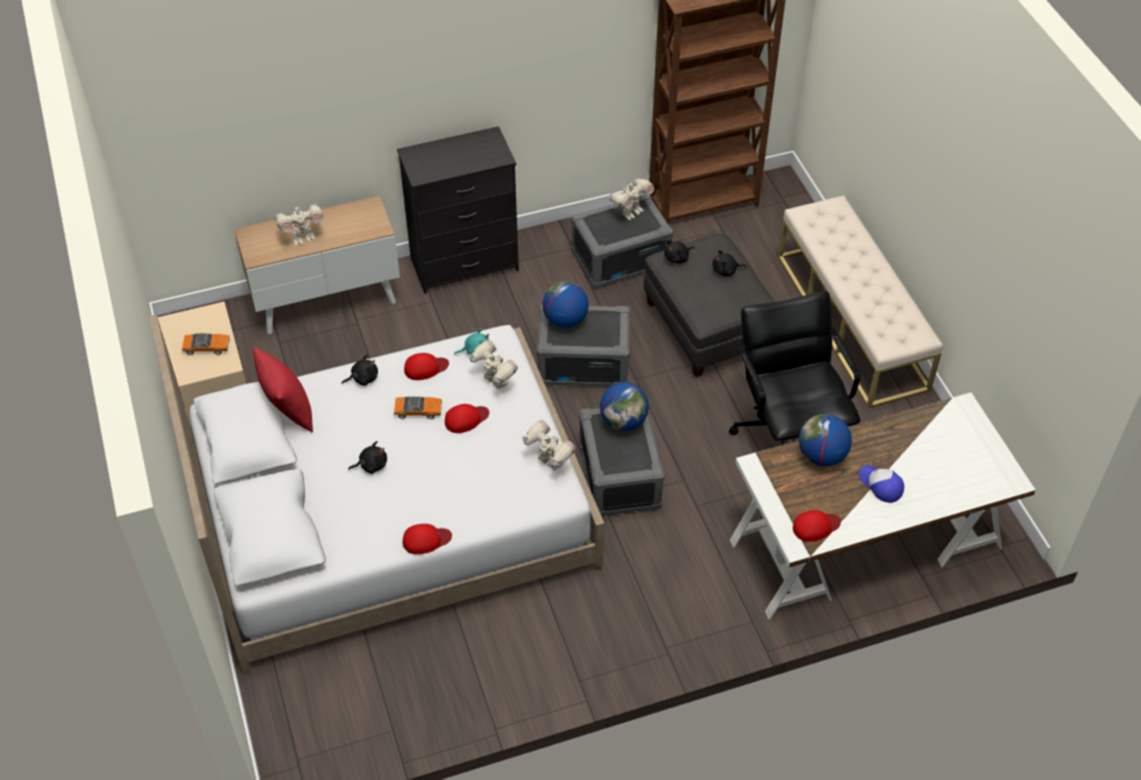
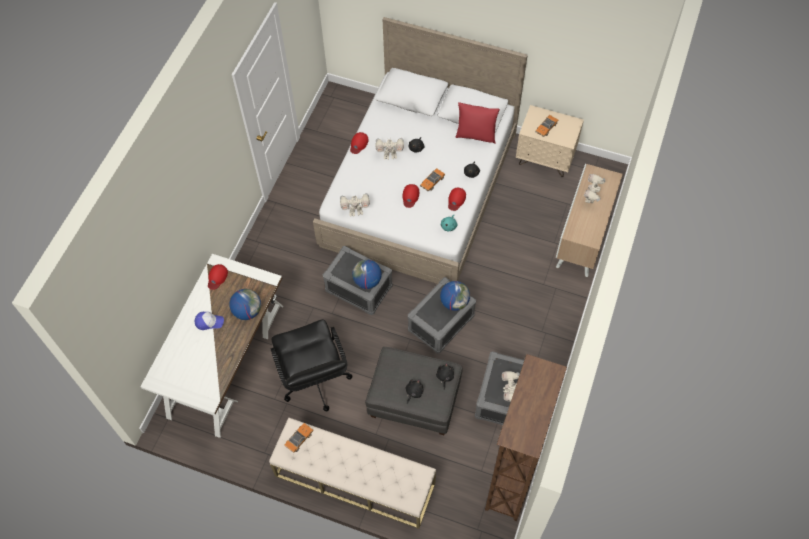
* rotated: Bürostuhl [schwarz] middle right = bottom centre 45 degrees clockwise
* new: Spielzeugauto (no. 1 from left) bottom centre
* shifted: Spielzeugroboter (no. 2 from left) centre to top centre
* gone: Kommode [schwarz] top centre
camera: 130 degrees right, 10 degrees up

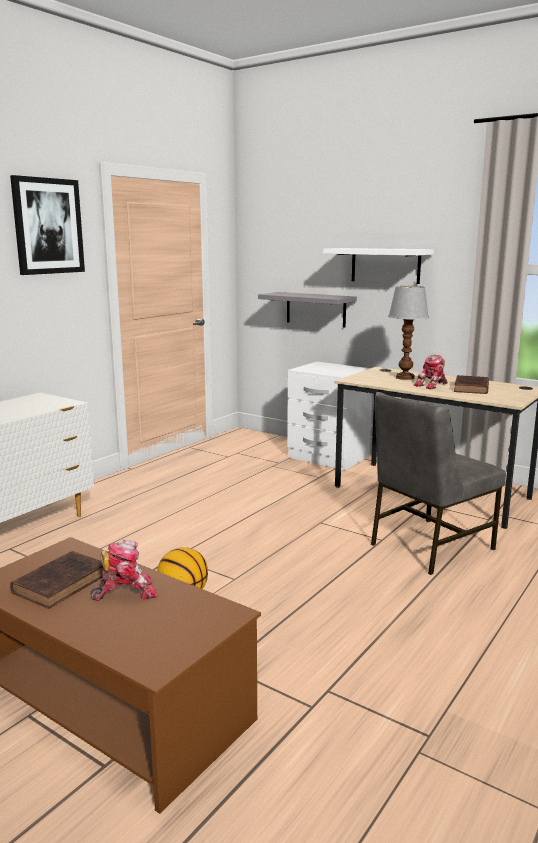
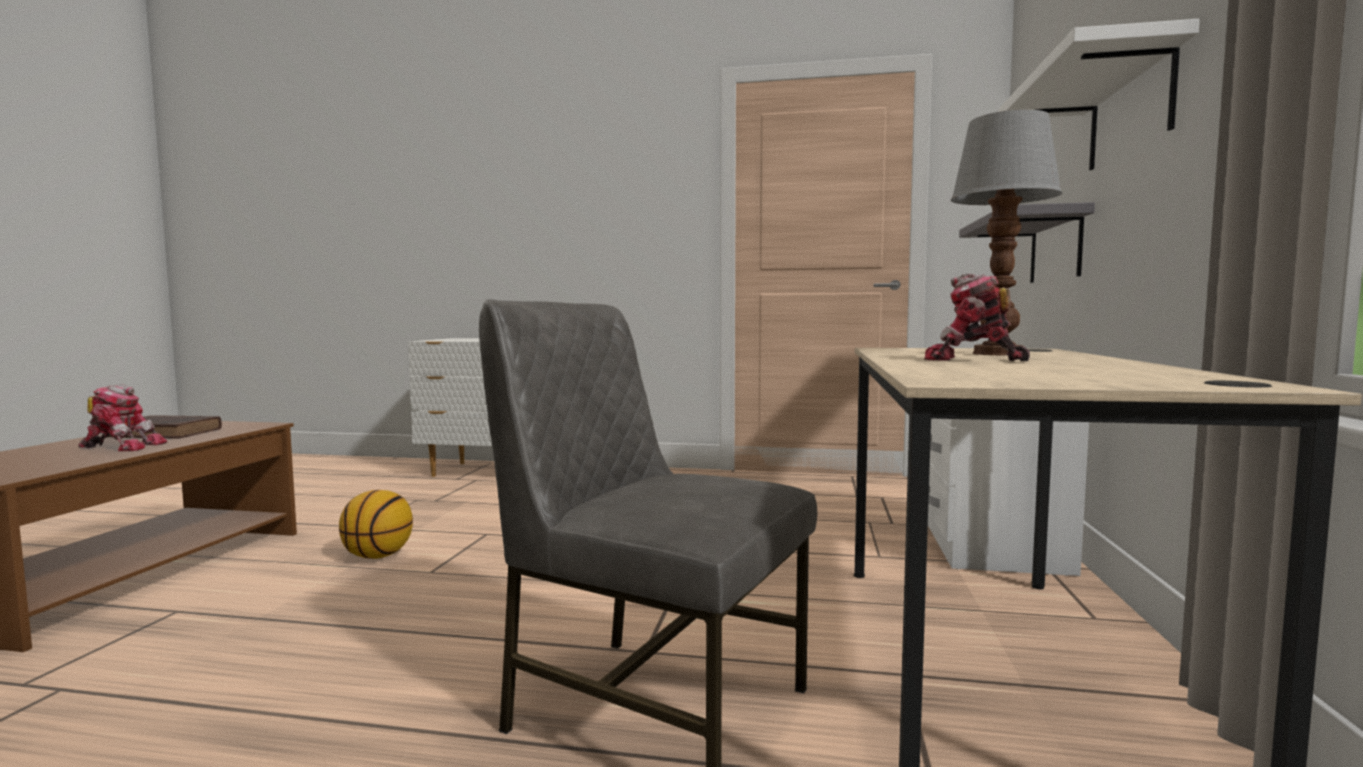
* rotated: Spielzeugroboter (no. 1 from left) bottom left = middle left 45 degrees counterclockwise
* gone: Bild top left
* gone: Buch [braun] (no. 2 from left) middle right
camera: 65 degrees right, 10 degrees down

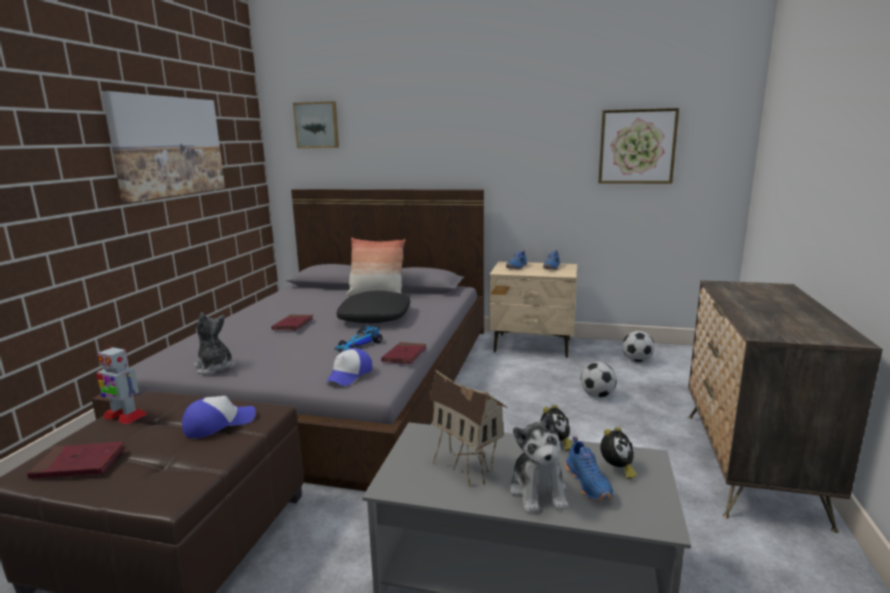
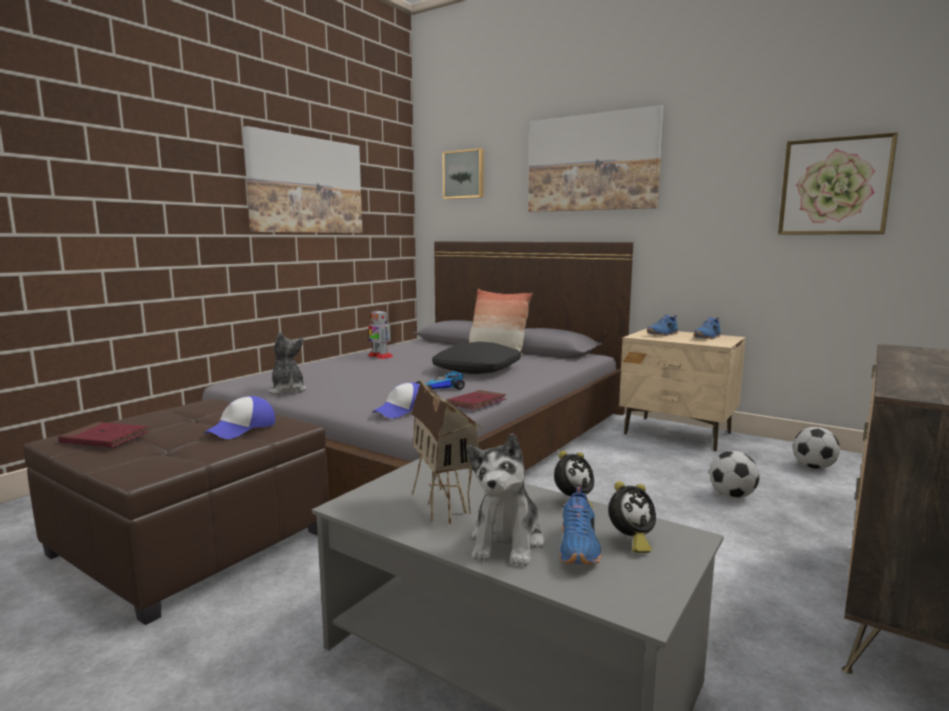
* rotated: Kappe (no. 1 from left) bottom left = middle left 135 degrees clockwise
* shifted: Spielzeugroboter middle left to centre
* new: Bild (no. 3 from left) top centre
* gone: Buch [rot] (no. 2 from left) middle left
camera: 20 degrees right, 5 degrees down

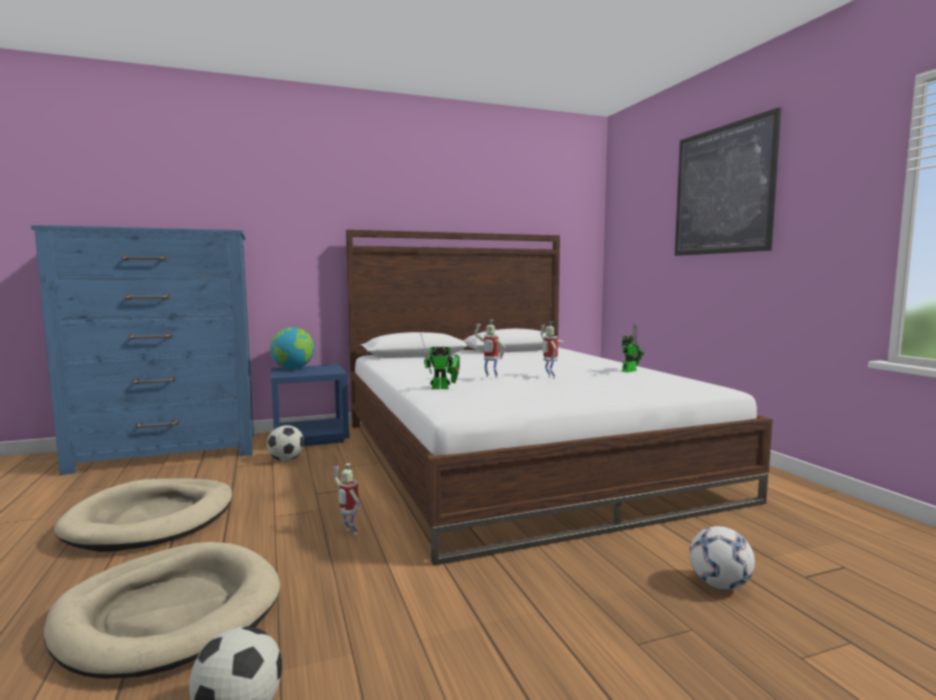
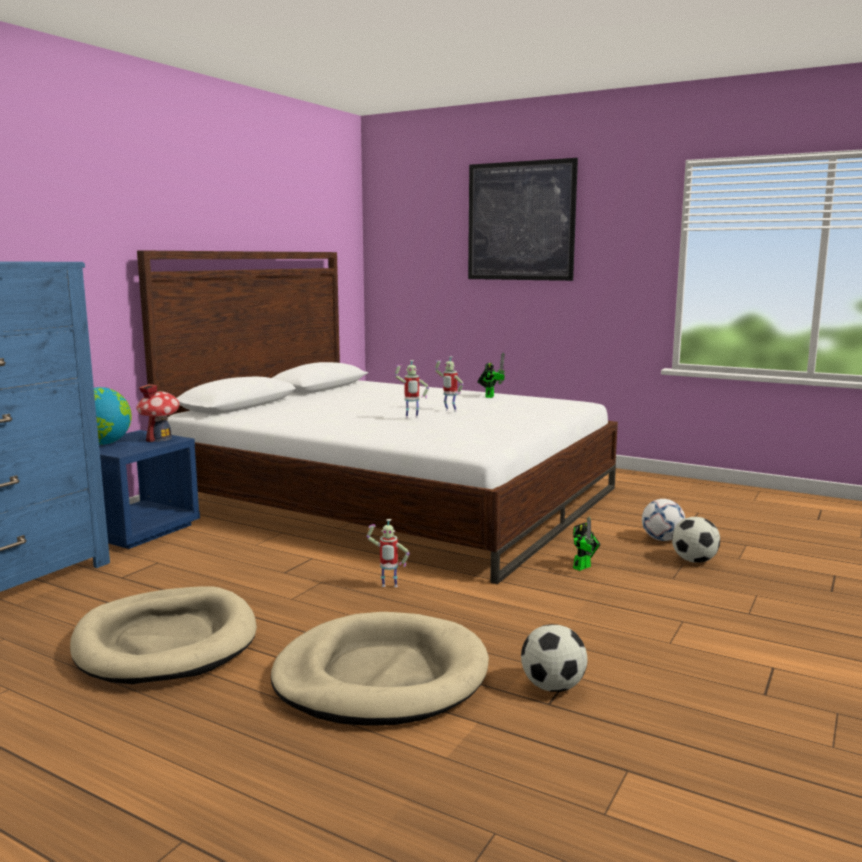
* new: Spielzeughaus middle left
* shifted: Spielzeugroboter (no. 2 from left in the first image) centre to Spielzeugroboter (no. 5 from left) middle right
* shifted: Fußball (no. 2 from left in the first image) middle left to Fußball (no. 3 from left) middle right
camera: 40 degrees left, 5 degrees up

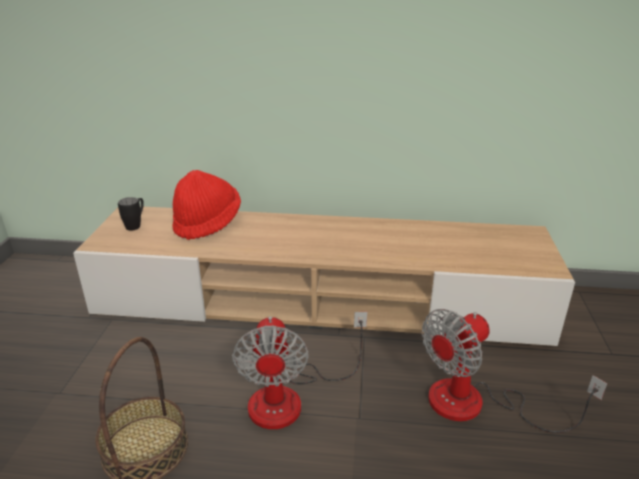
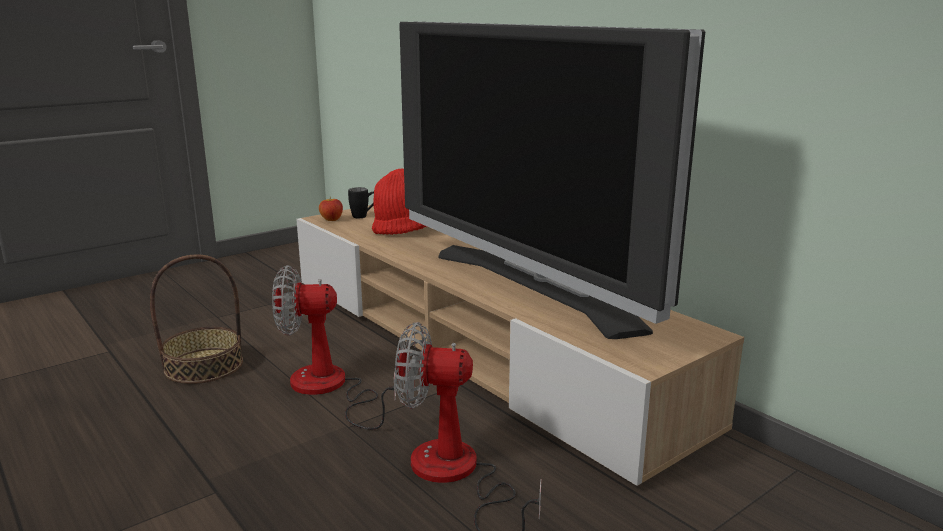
* rotated: Ventilator (no. 1 from left) bottom centre = centre 45 degrees clockwise
* new: Apfel centre
* new: Fernseher centre
camera: 45 degrees right, 10 degrees down

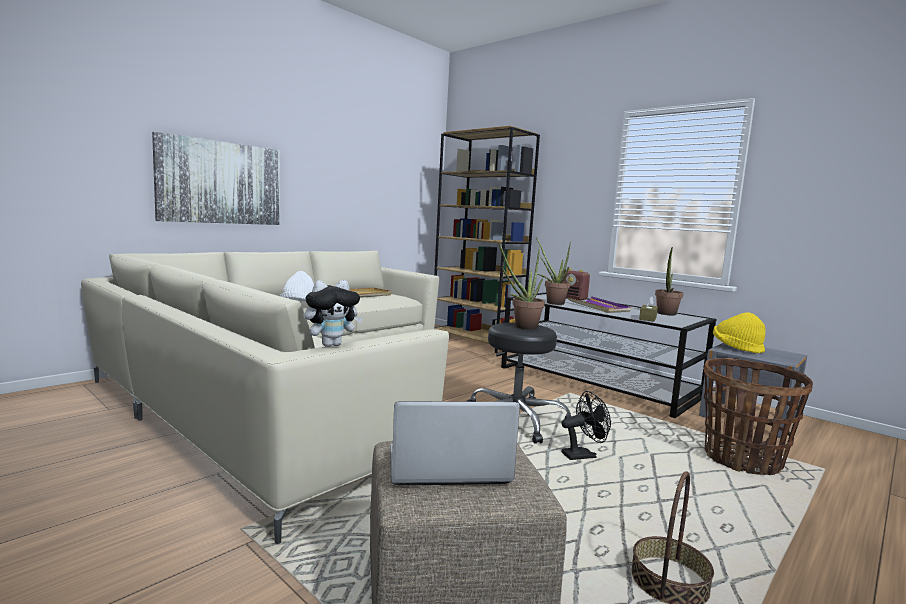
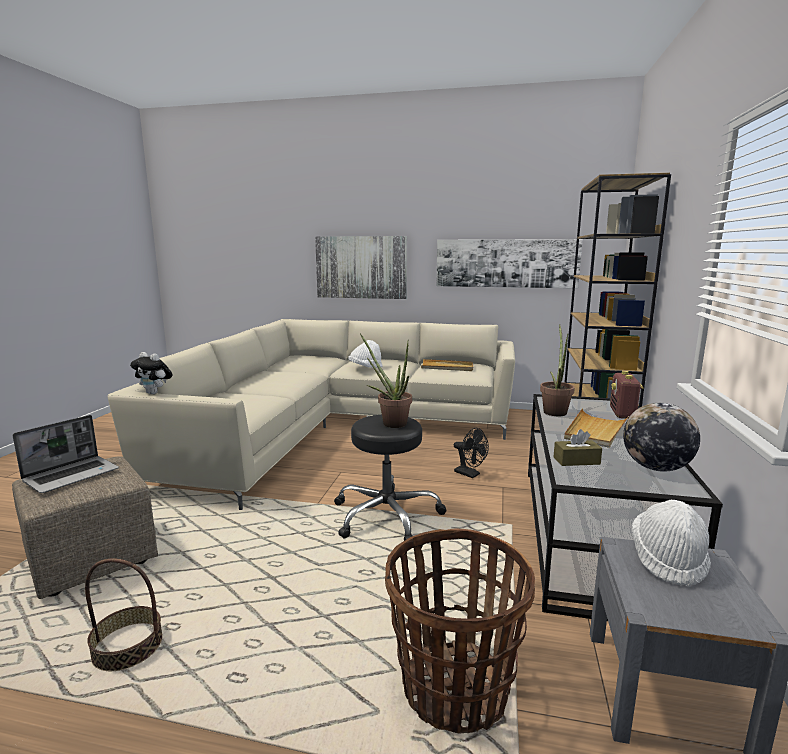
* rotated: Laptop bottom centre = middle left 75 degrees clockwise
* new: Bild (no. 2 from left) centre
* shifted: Ventilator [schwarz] bottom centre to centre
* repainted: Tablett [lila] centre to Tablett [beige] (no. 2 from left) middle right
* swapped: Topfpflanze (no. 3 from left) middle right to Globus middle right
* repainted: Hut [gelb] middle right to Hut [weiß] (no. 2 from left) bottom right
camera: 60 degrees right, 5 degrees up

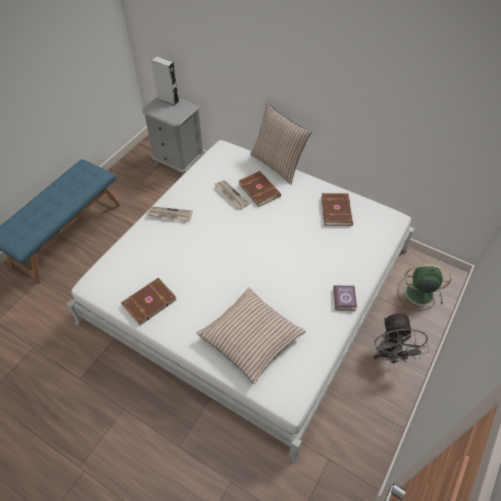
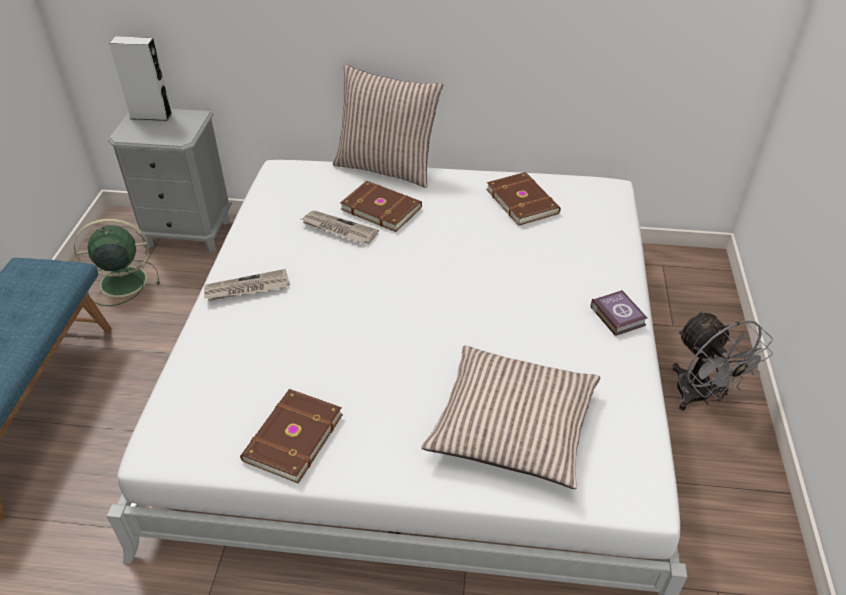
* shifted: Ventilator [grün] middle right to middle left
camera: 25 degrees left, 10 degrees down

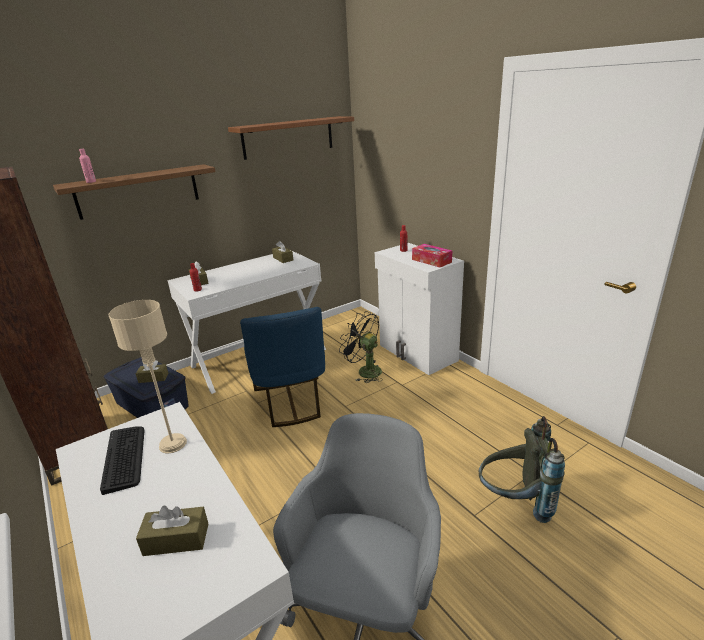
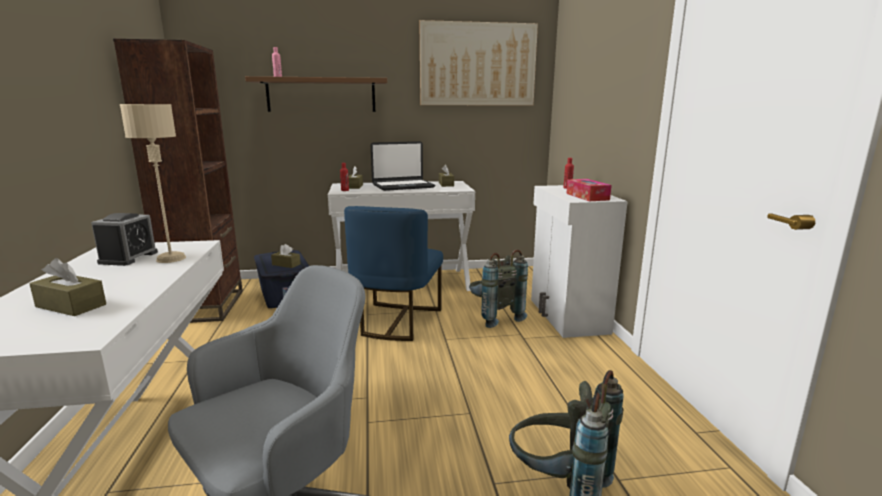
* swapped: Tastatur bottom left to Wecker middle left
* new: Laptop centre
* swapped: Wandregal [braun] (no. 2 from left) top centre to Bild top centre
* swapped: Ventilator [schwarz] centre to Rucksack [grau] (no. 1 from left) centre
camera: 25 degrees right, 10 degrees down

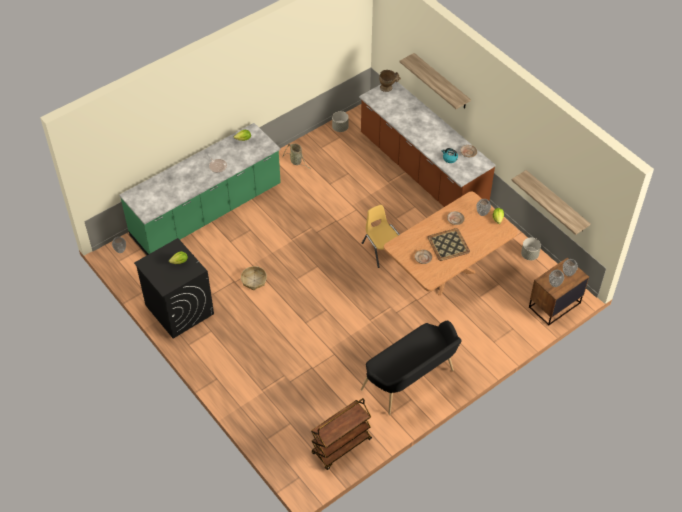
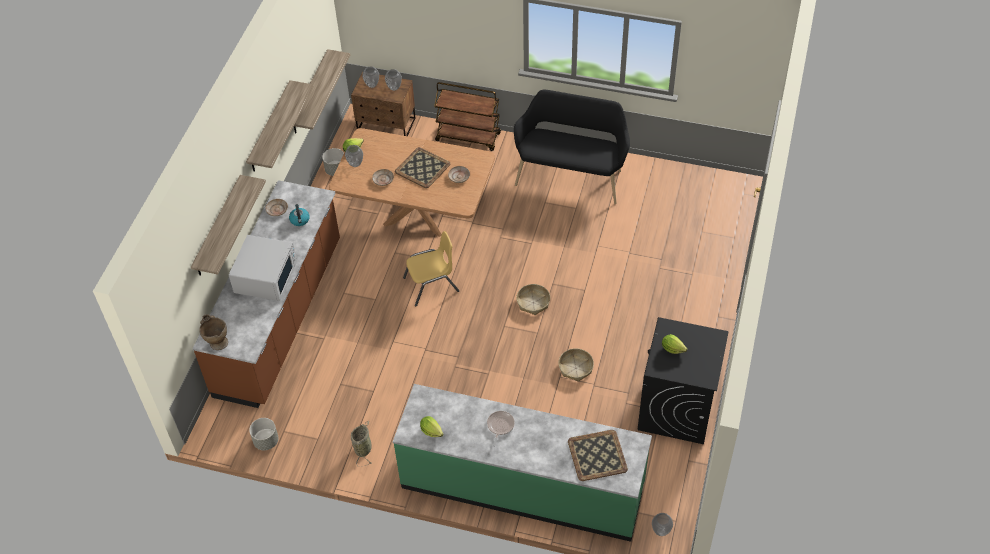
* new: Mikrowelle [weiß] middle left
* new: Wandregal (no. 2 from left) top left
* rotated: Stuhl [gelb] centre = centre 135 degrees counterclockwise
* shifted: Rollwagen [braun] bottom centre to top centre
* new: Korb (no. 2 from left) centre
* new: Tablett (no. 2 from left) bottom centre
camera: 125 degrees left, 0 degrees up

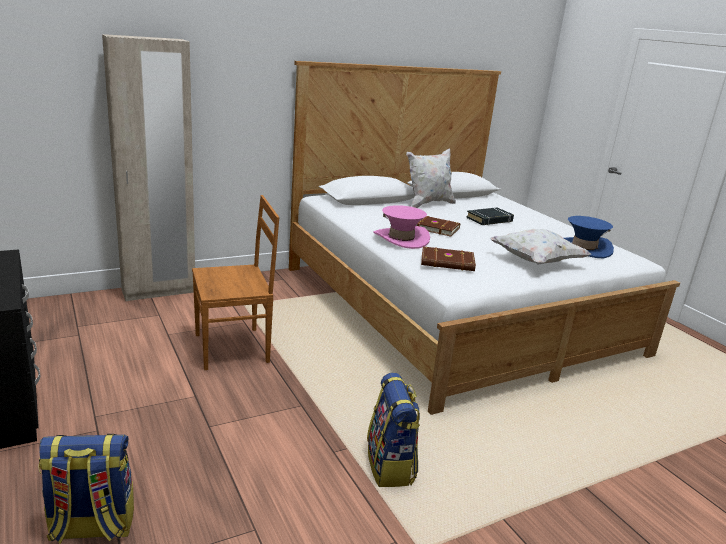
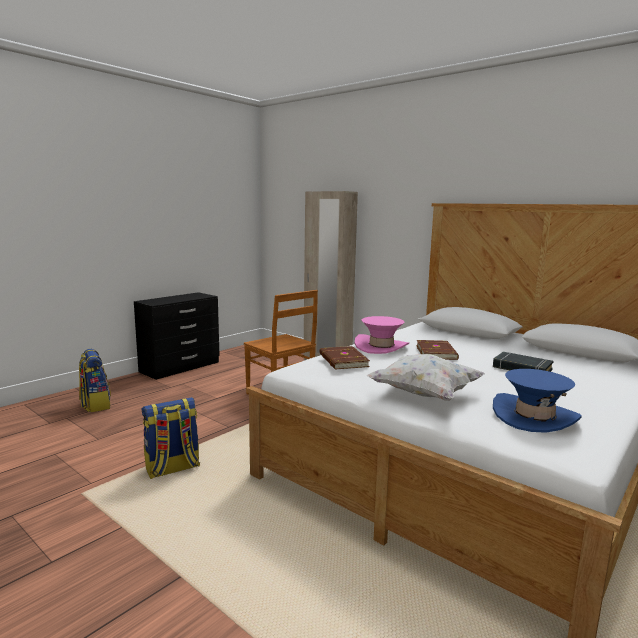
* gone: Kissen [weiß] (no. 1 from left) top centre
camera: 70 degrees right, 10 degrees down

